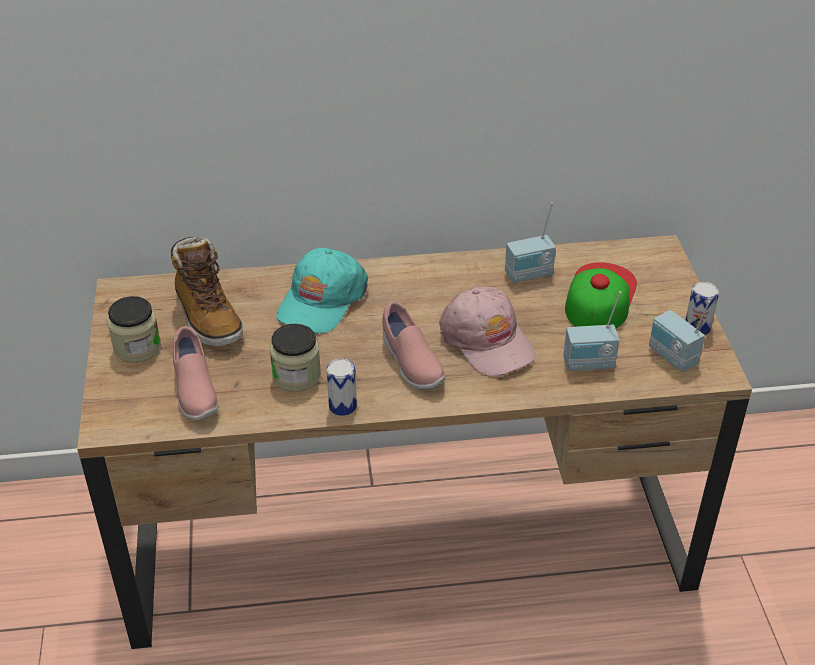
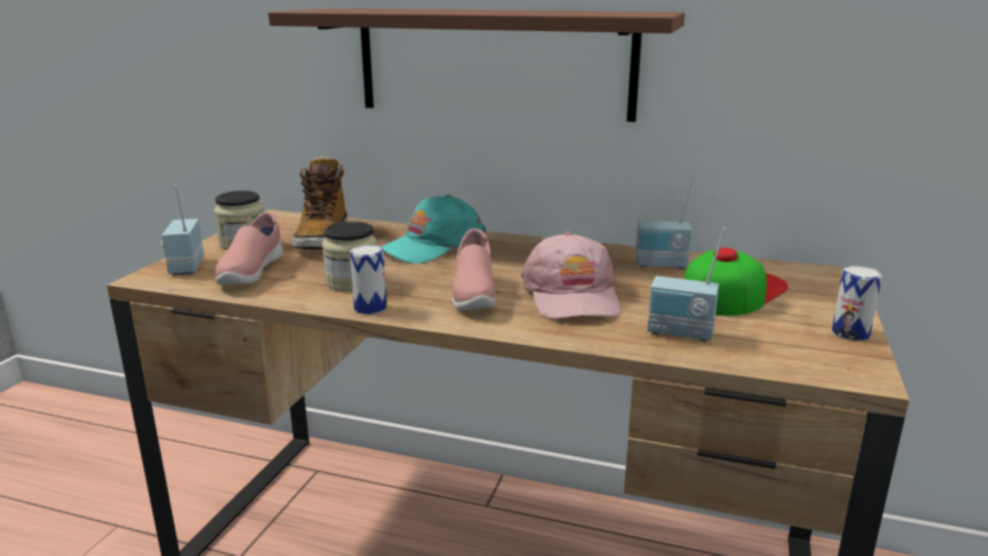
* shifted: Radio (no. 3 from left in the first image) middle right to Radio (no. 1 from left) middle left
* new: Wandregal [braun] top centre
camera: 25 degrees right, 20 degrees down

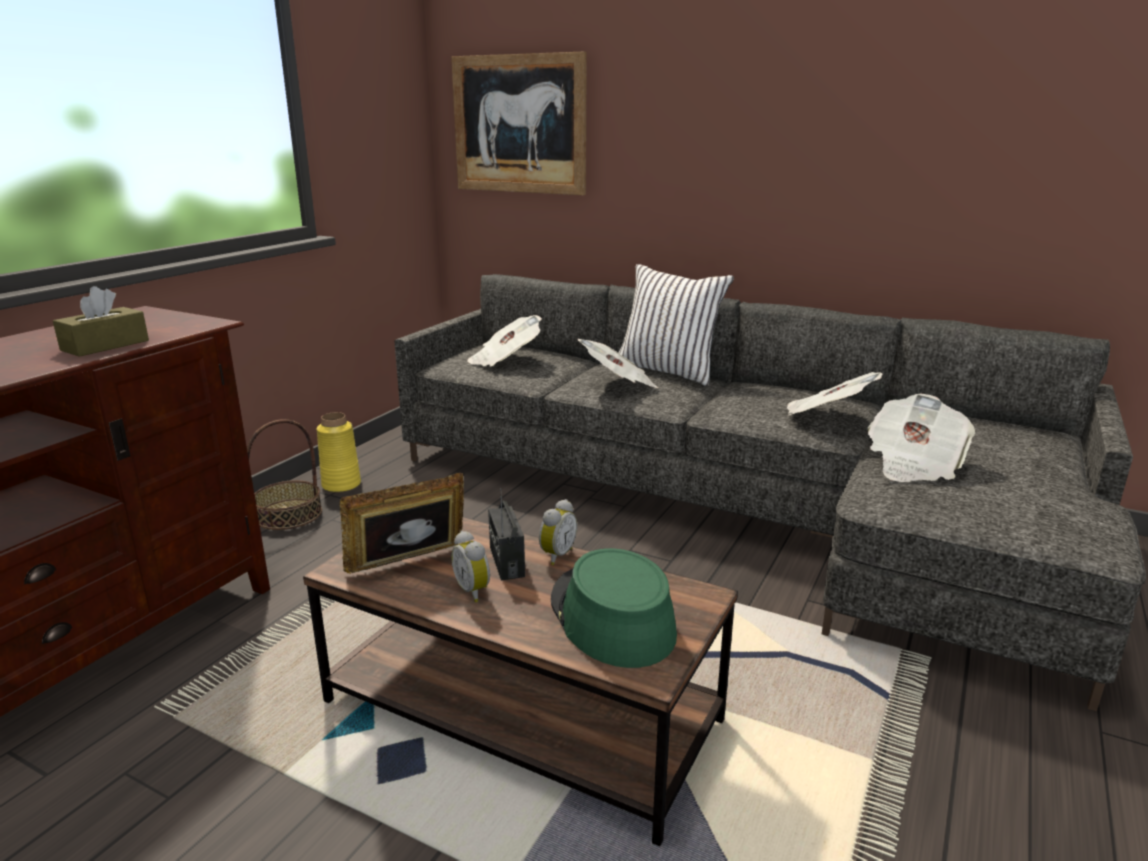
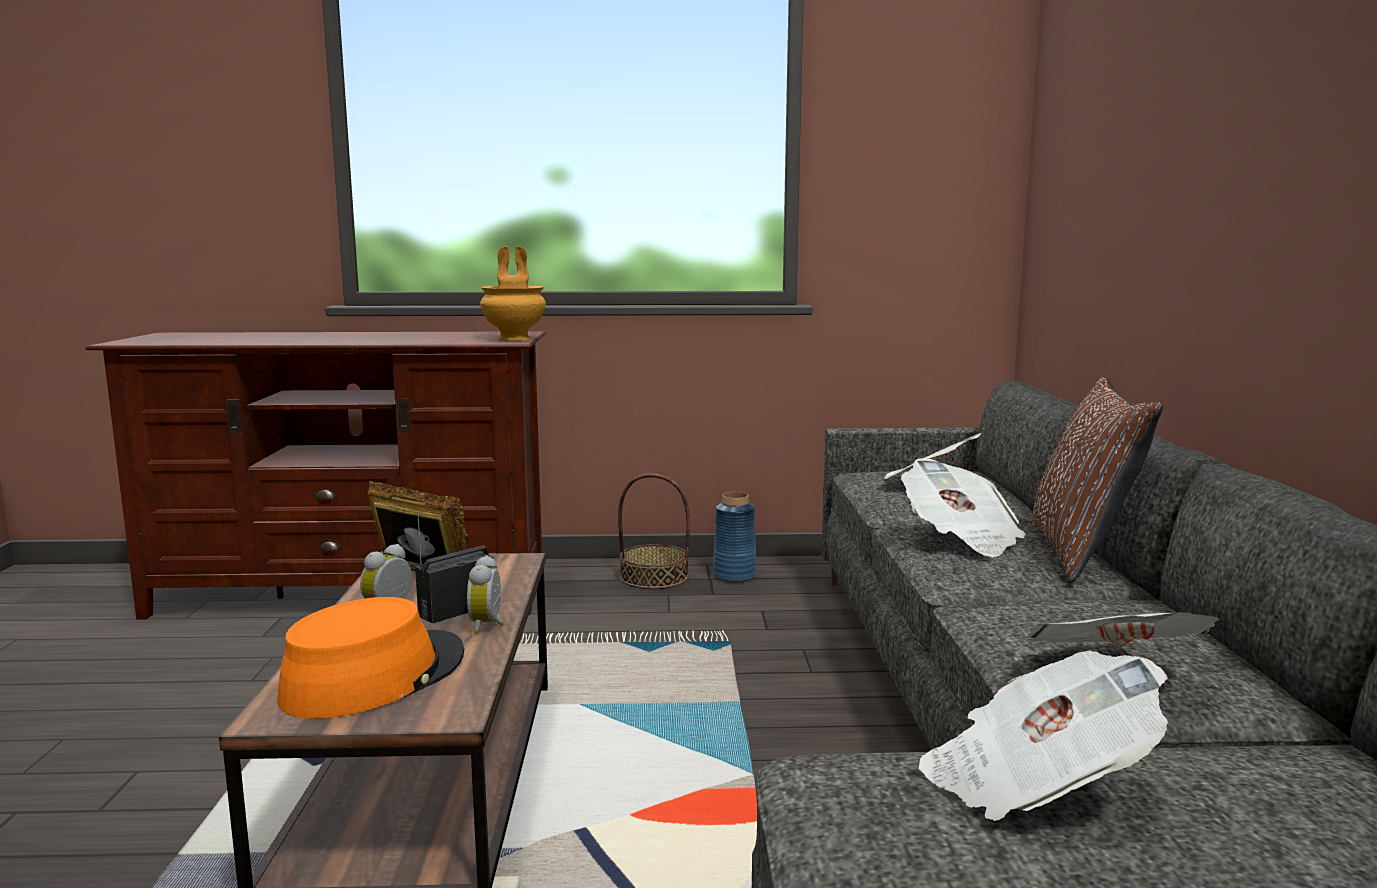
* repainted: Hut [grün] bottom centre to Hut [orange] bottom left
* rotated: Wecker (no. 2 from left) centre = bottom centre 90 degrees clockwise
* new: Vase [braun] top centre
* repainted: Vase [gelb] middle left to Vase [blau] centre
* repainted: Kissen [weiß] centre to Kissen [braun] middle right
* gone: Taschentuchbox [braun] middle left
* gone: Bild top centre
camera: 60 degrees right, 10 degrees down

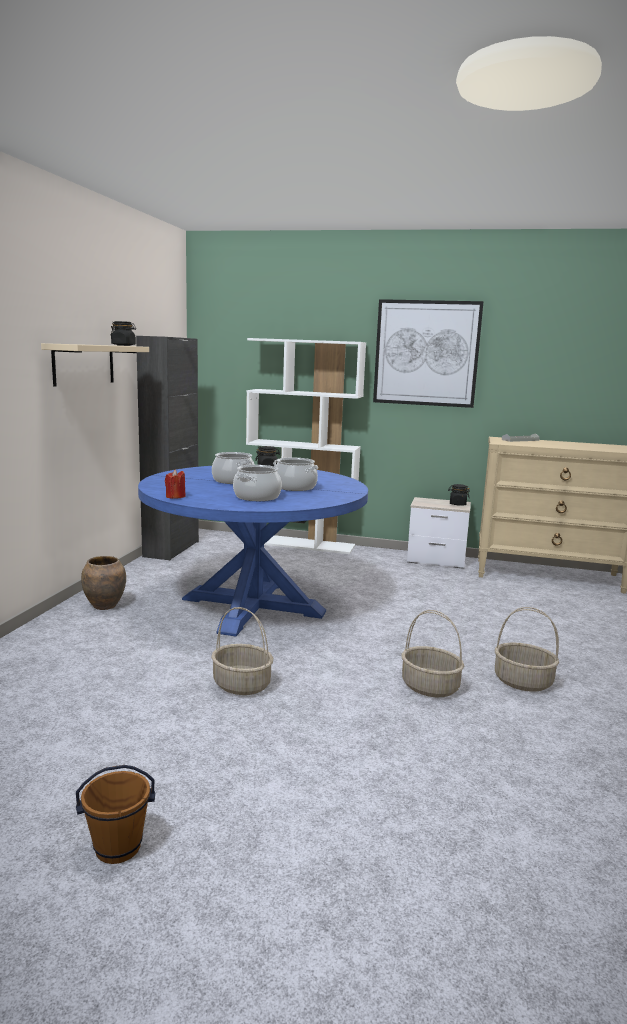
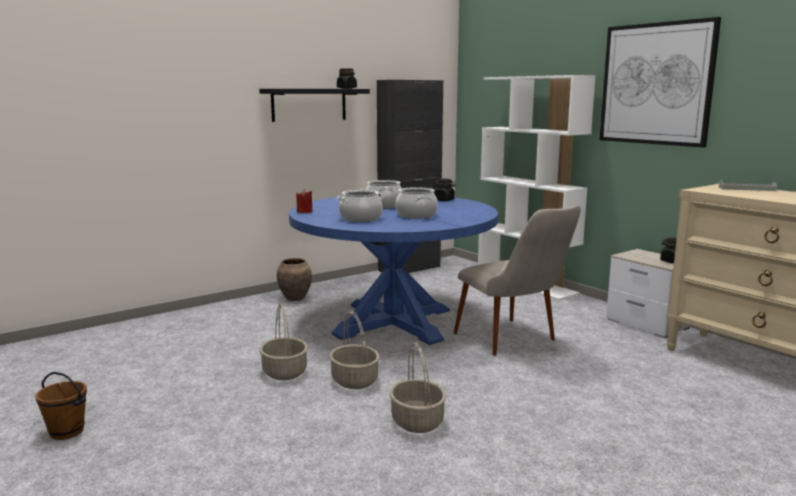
* repainted: Wandregal [beige] middle left to Wandregal [schwarz] top centre
* shifted: Korb (no. 3 from left in the first image) middle right to Korb (no. 2 from left) bottom centre
* new: Stuhl [beige] centre
camera: 40 degrees right, 0 degrees up

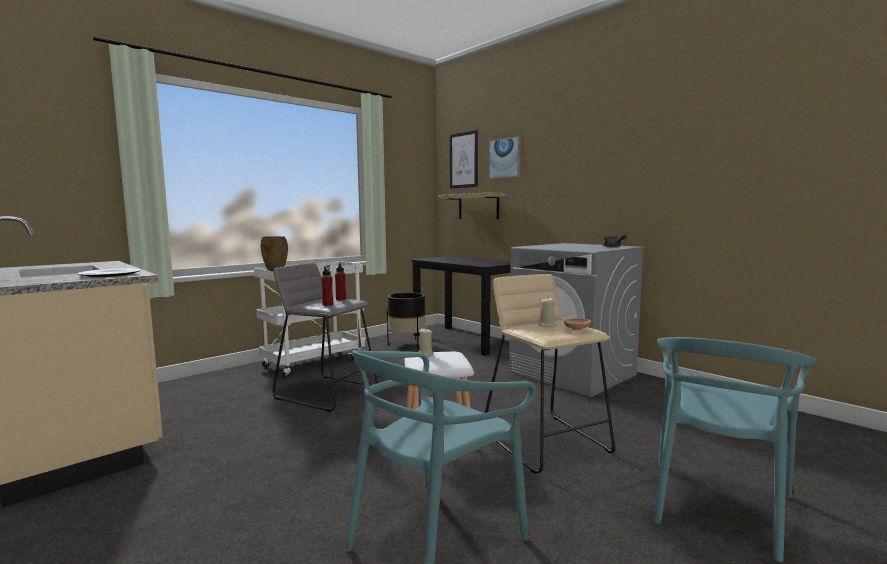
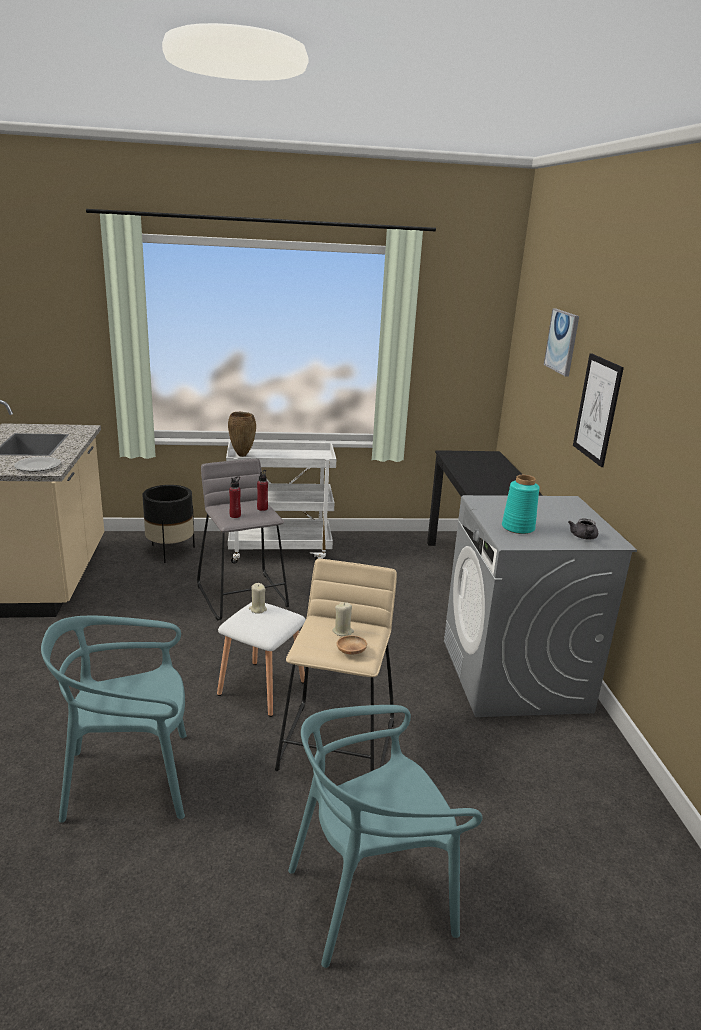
* shifted: Pflanzkübel [schwarz] centre to middle left
* new: Vase [türkis] middle right
* shifted: Bild (no. 1 from left in the first image) top centre to Bild (no. 2 from left) middle right
* gone: Wandregal centre
camera: 35 degrees right, 15 degrees up

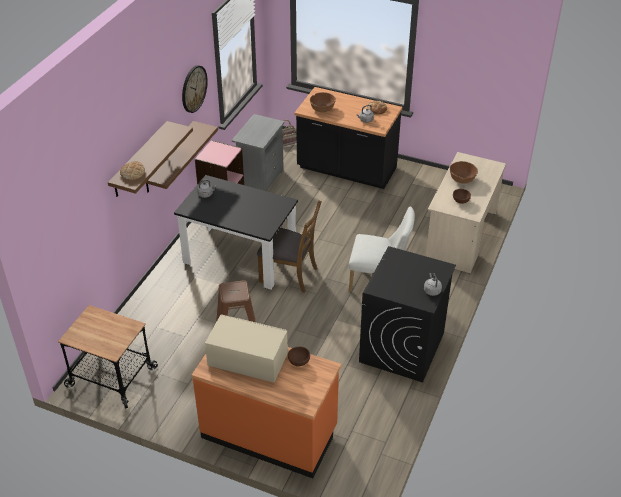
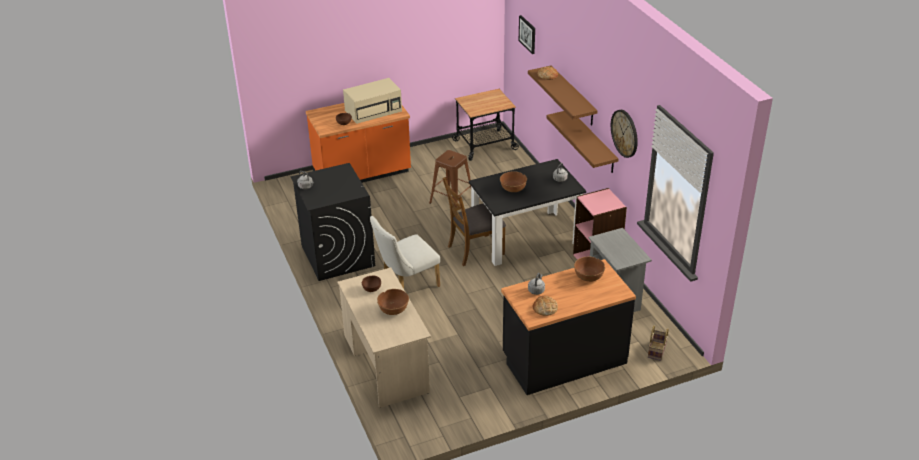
* new: Schüssel [braun] (no. 4 from left) centre
* new: Bild top centre
camera: 135 degrees right, 5 degrees down

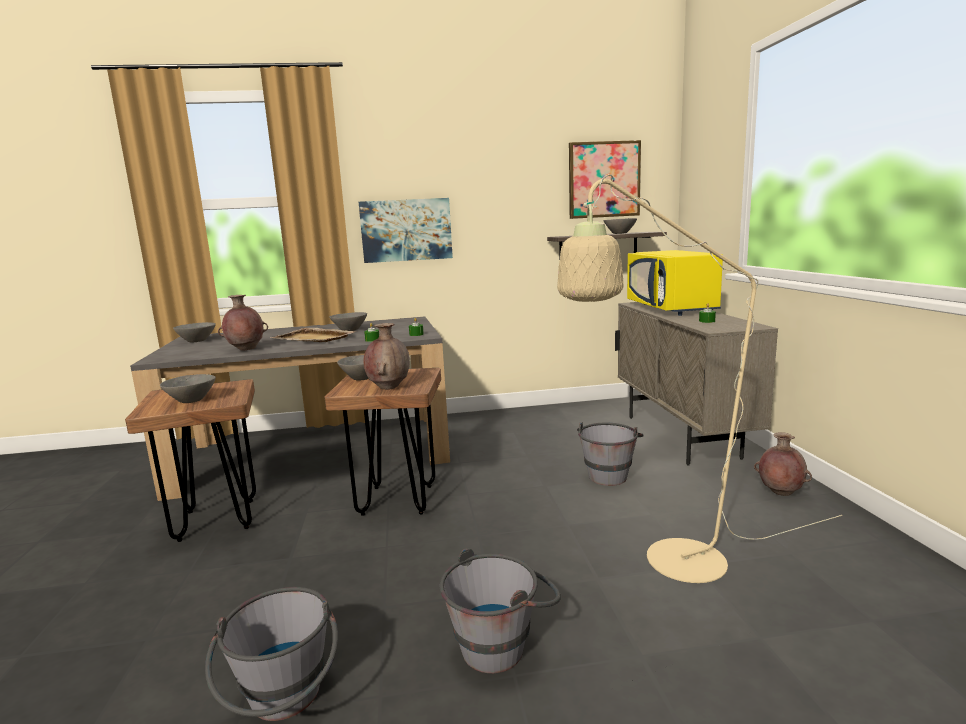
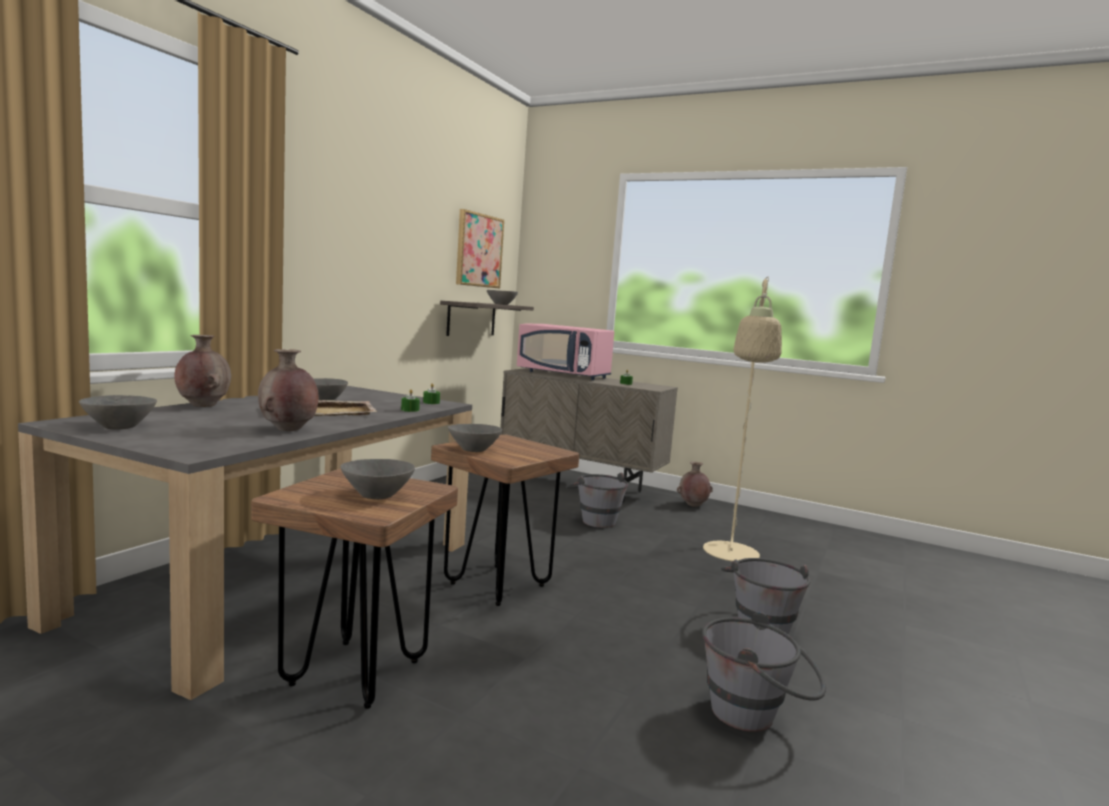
* shifted: Vase [braun] (no. 2 from left in the first image) centre to Vase [braun] (no. 1 from left) middle left
* repainted: Mikrowelle [gelb] middle right to Mikrowelle [rosa] centre
* gone: Bild (no. 1 from left) top centre
camera: 55 degrees left, 5 degrees down

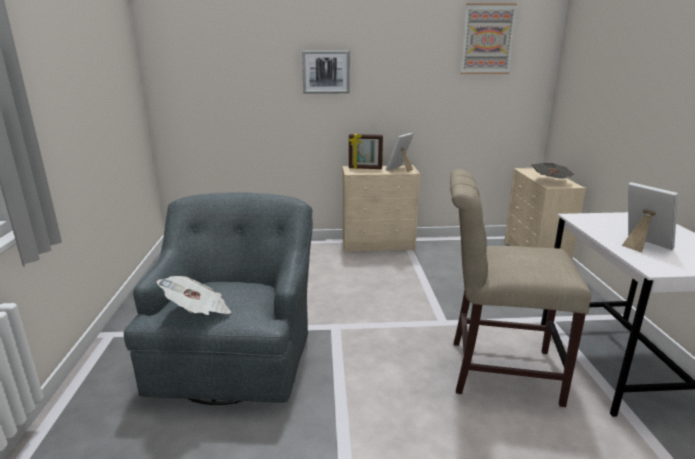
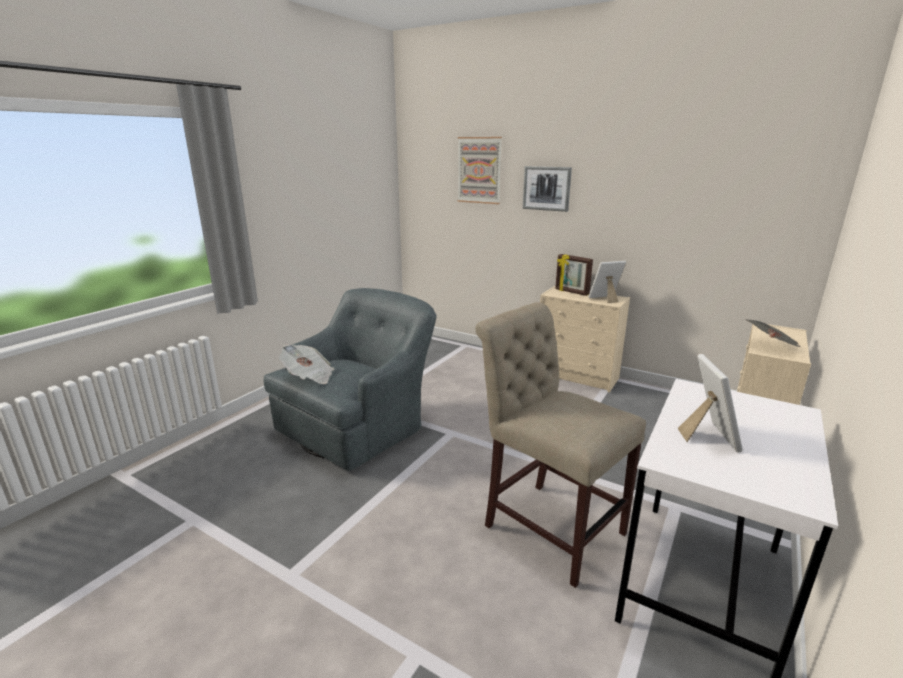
* shifted: Bild (no. 2 from left in the first image) top right to Bild (no. 1 from left) top centre
camera: 35 degrees right, 0 degrees up

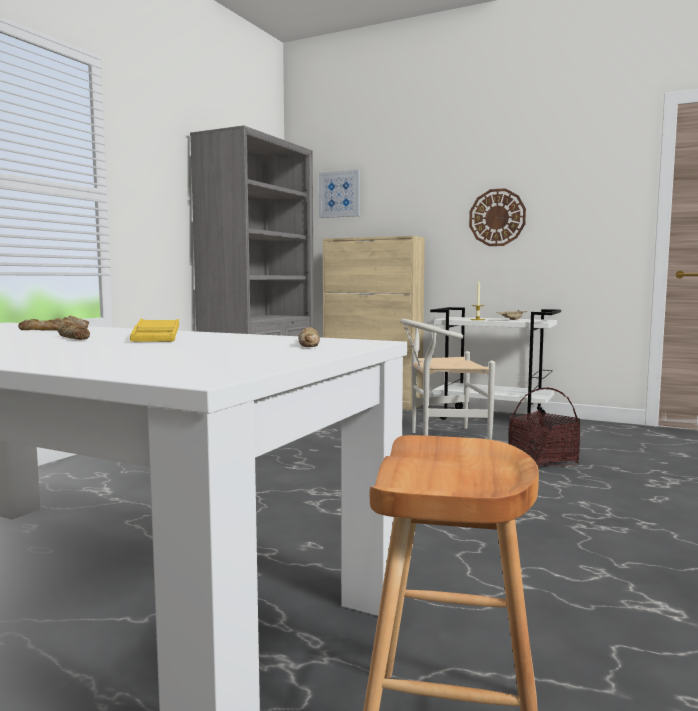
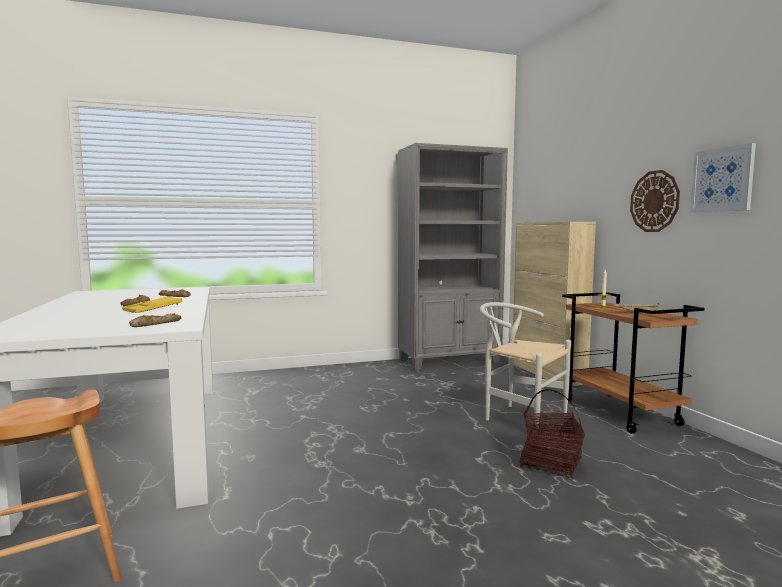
* repainted: Rollwagen [weiß] middle right to Rollwagen [braun] middle right
* shifted: Bild top centre to top right
camera: 45 degrees right, 0 degrees up

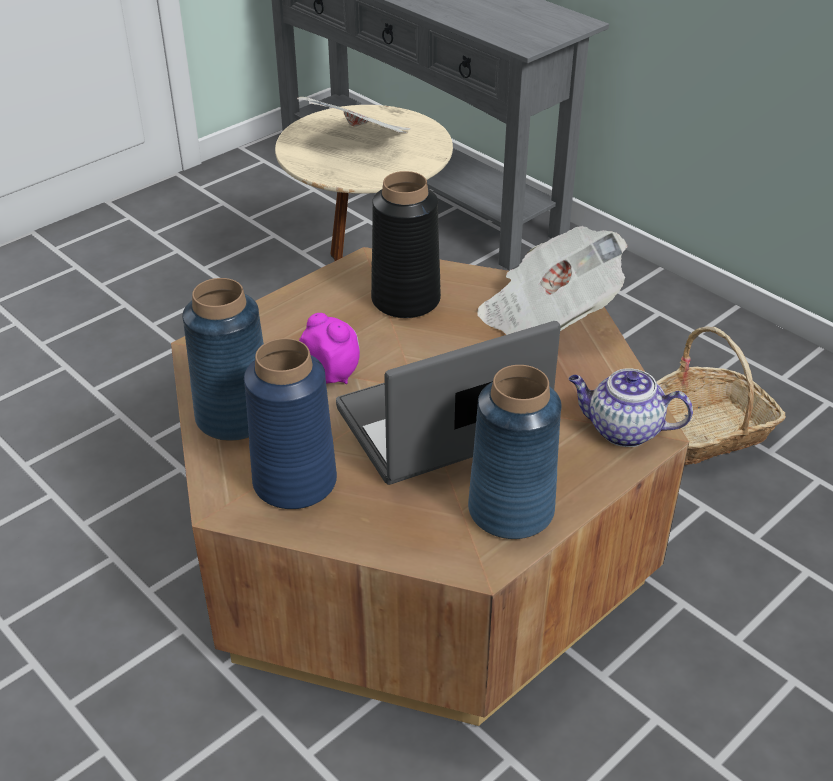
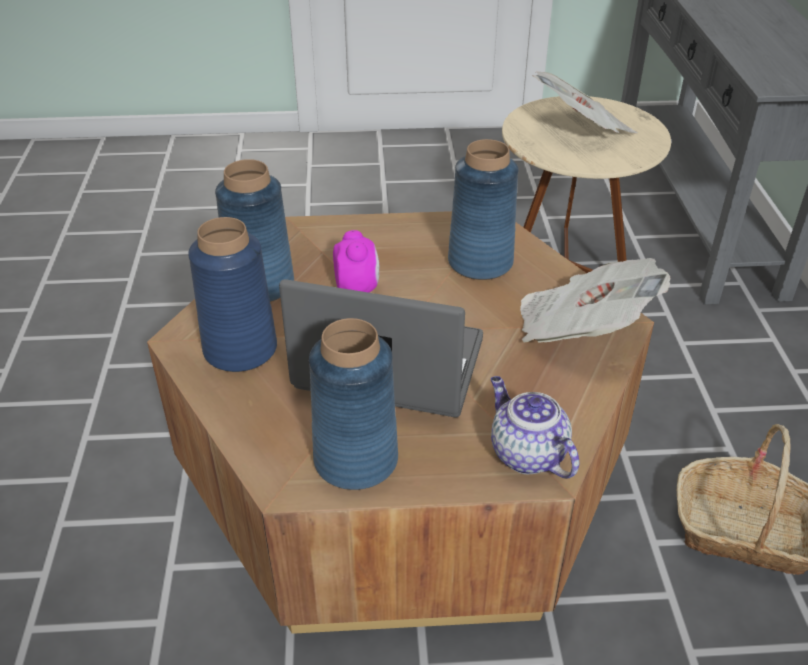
* repainted: Vase [schwarz] top centre to Vase [blau] (no. 4 from left) top centre
camera: 40 degrees right, 0 degrees up

